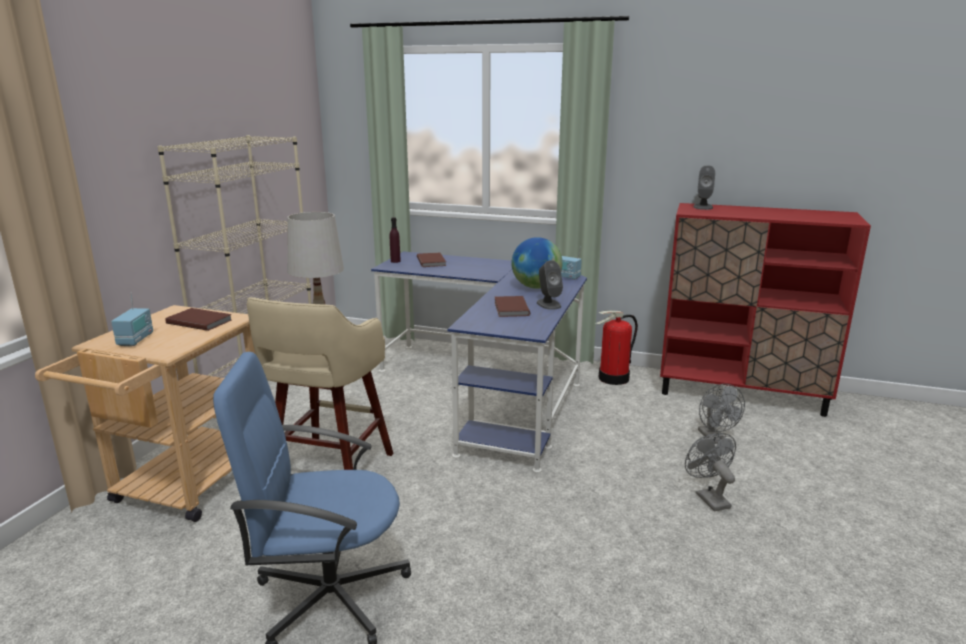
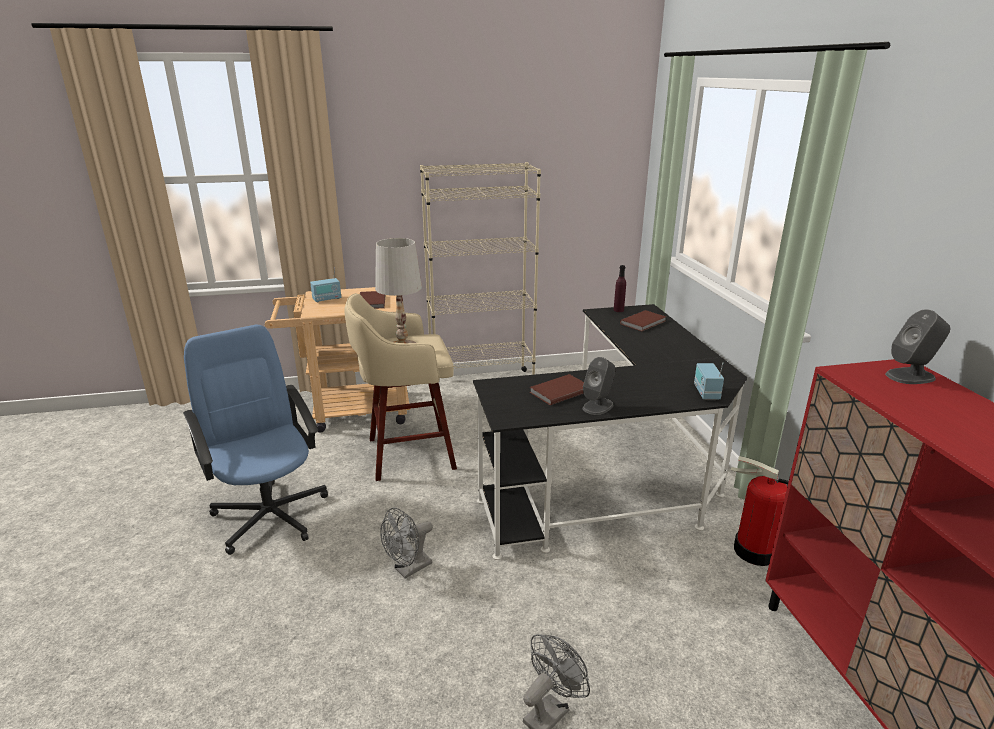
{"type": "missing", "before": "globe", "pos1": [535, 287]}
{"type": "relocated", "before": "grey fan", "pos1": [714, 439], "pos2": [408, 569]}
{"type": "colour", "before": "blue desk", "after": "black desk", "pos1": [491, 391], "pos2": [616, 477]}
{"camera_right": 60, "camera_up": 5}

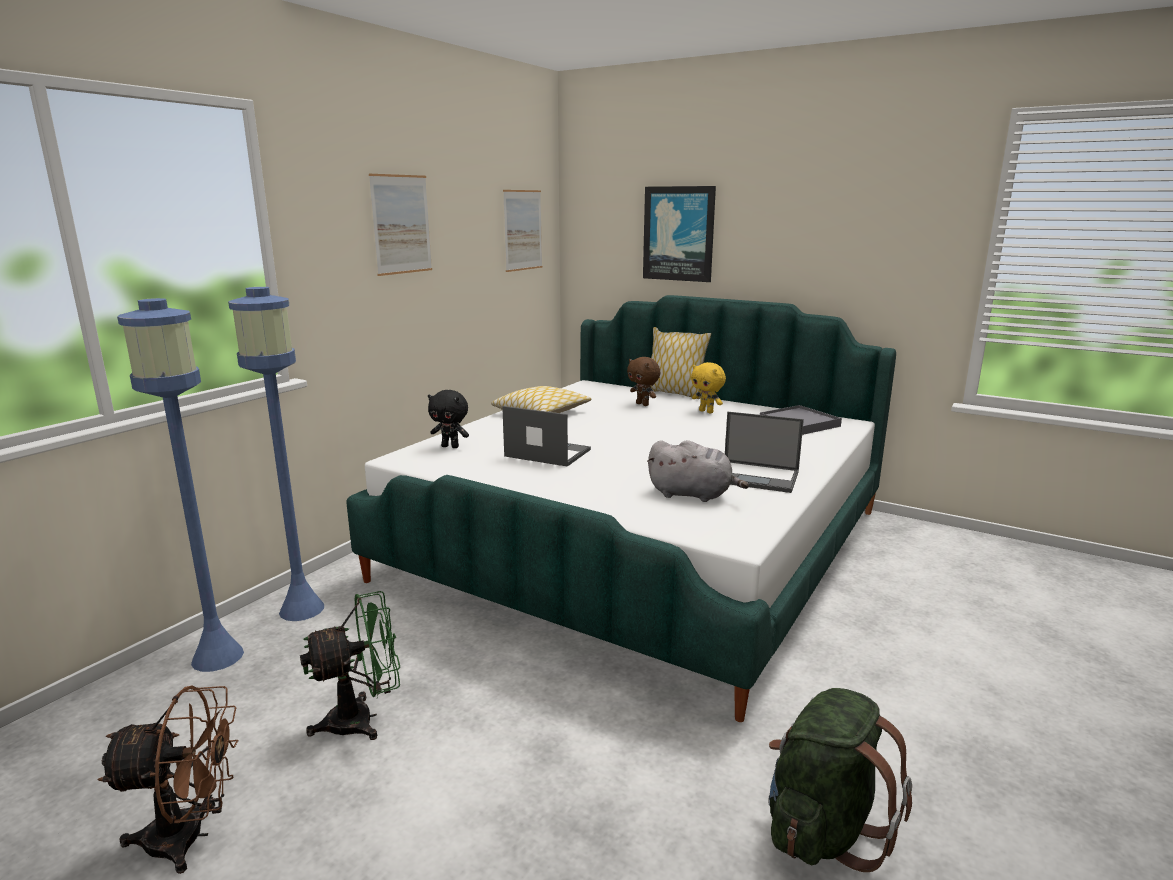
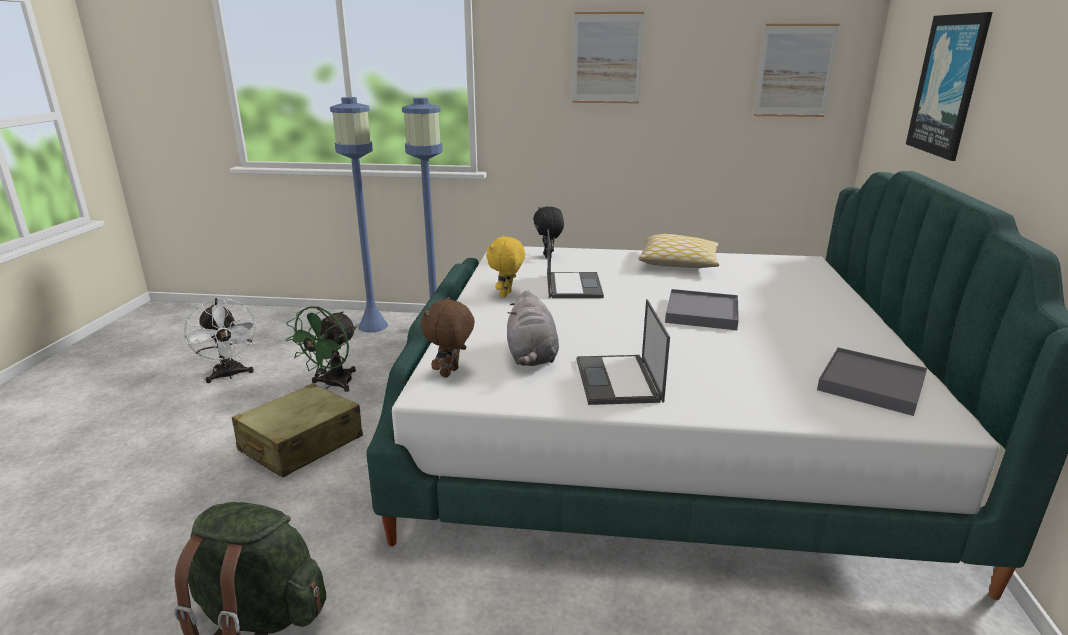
{"type": "missing", "before": "pillow", "pos1": [674, 393]}
{"type": "appeared", "after": "beige suitcase", "pos2": [301, 444]}
{"type": "appeared", "after": "grey tray", "pos2": [702, 313]}
{"type": "relocated", "before": "brown plush toy", "pos1": [643, 404], "pos2": [450, 373]}
{"type": "relocated", "before": "yellow plush toy", "pos1": [706, 411], "pos2": [506, 294]}
{"type": "colour", "before": "brown fan", "after": "white fan", "pos1": [190, 837], "pos2": [229, 375]}
{"type": "spun", "before": "green fan", "pos1": [362, 719], "pos2": [332, 385], "turn": 75}
{"camera_right": 65, "camera_up": 5}

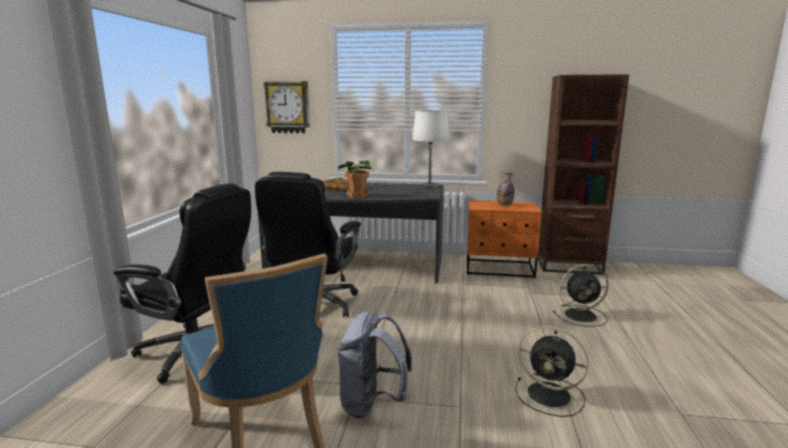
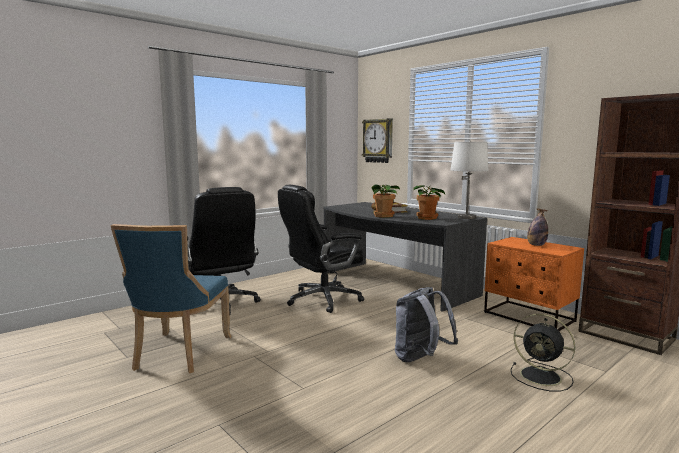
{"type": "missing", "before": "black fan", "pos1": [551, 395]}
{"type": "appeared", "after": "potted plant", "pos2": [428, 218]}
{"type": "relocated", "before": "grey backpack", "pos1": [372, 404], "pos2": [420, 359]}
{"camera_right": 40, "camera_up": -5}

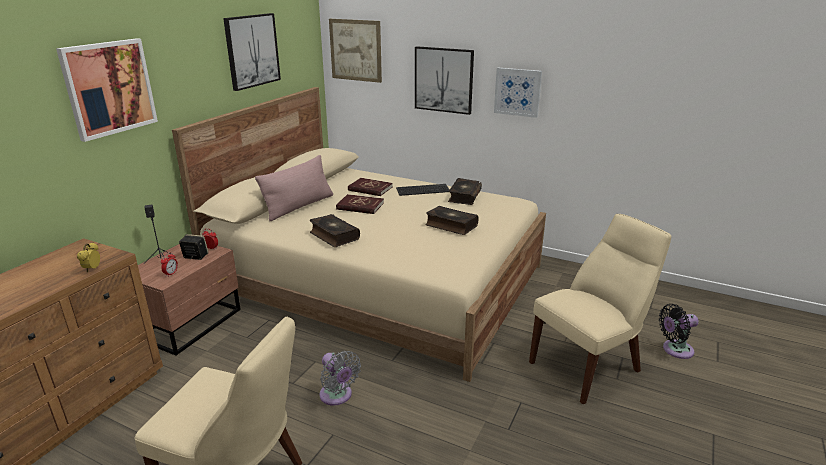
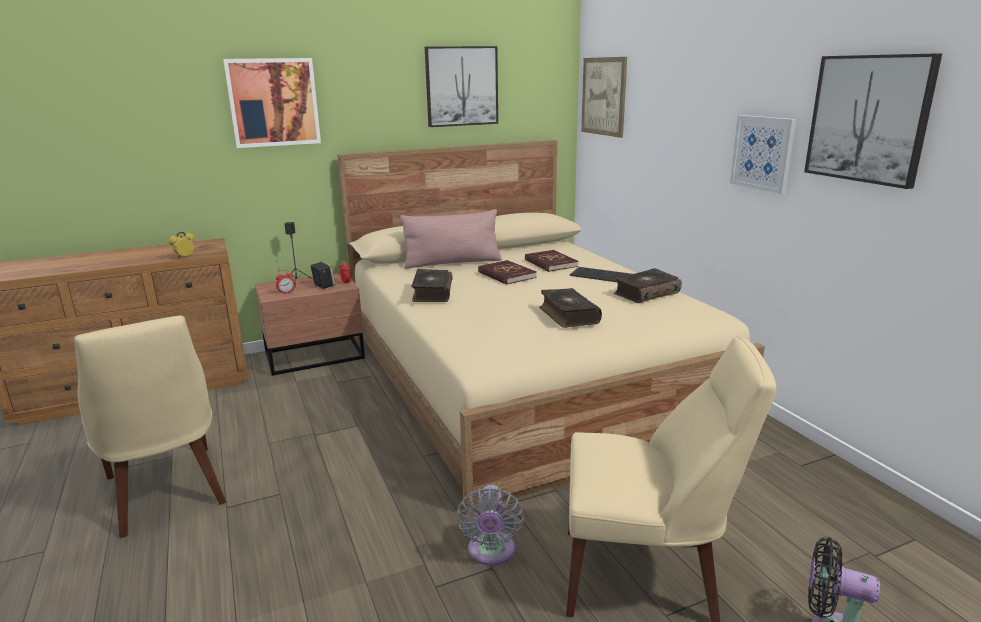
{"type": "relocated", "before": "grey fan", "pos1": [337, 396], "pos2": [491, 552]}
{"type": "relocated", "before": "picture", "pos1": [444, 80], "pos2": [868, 119]}
{"camera_right": 40, "camera_up": -5}

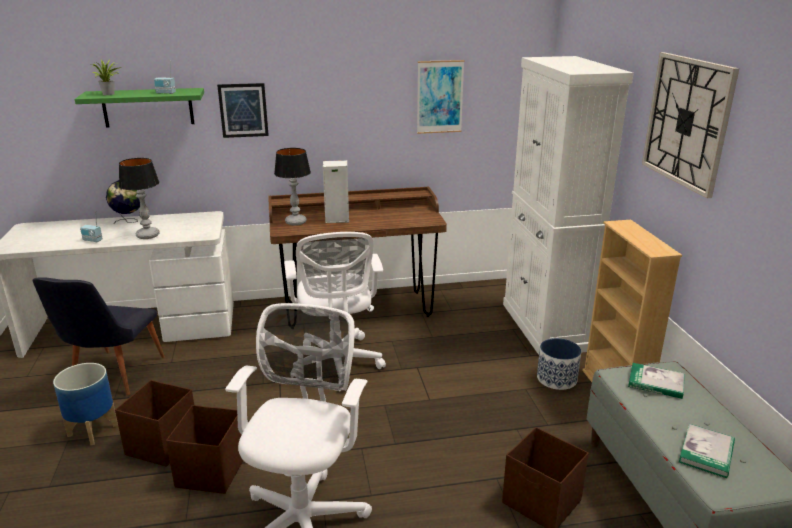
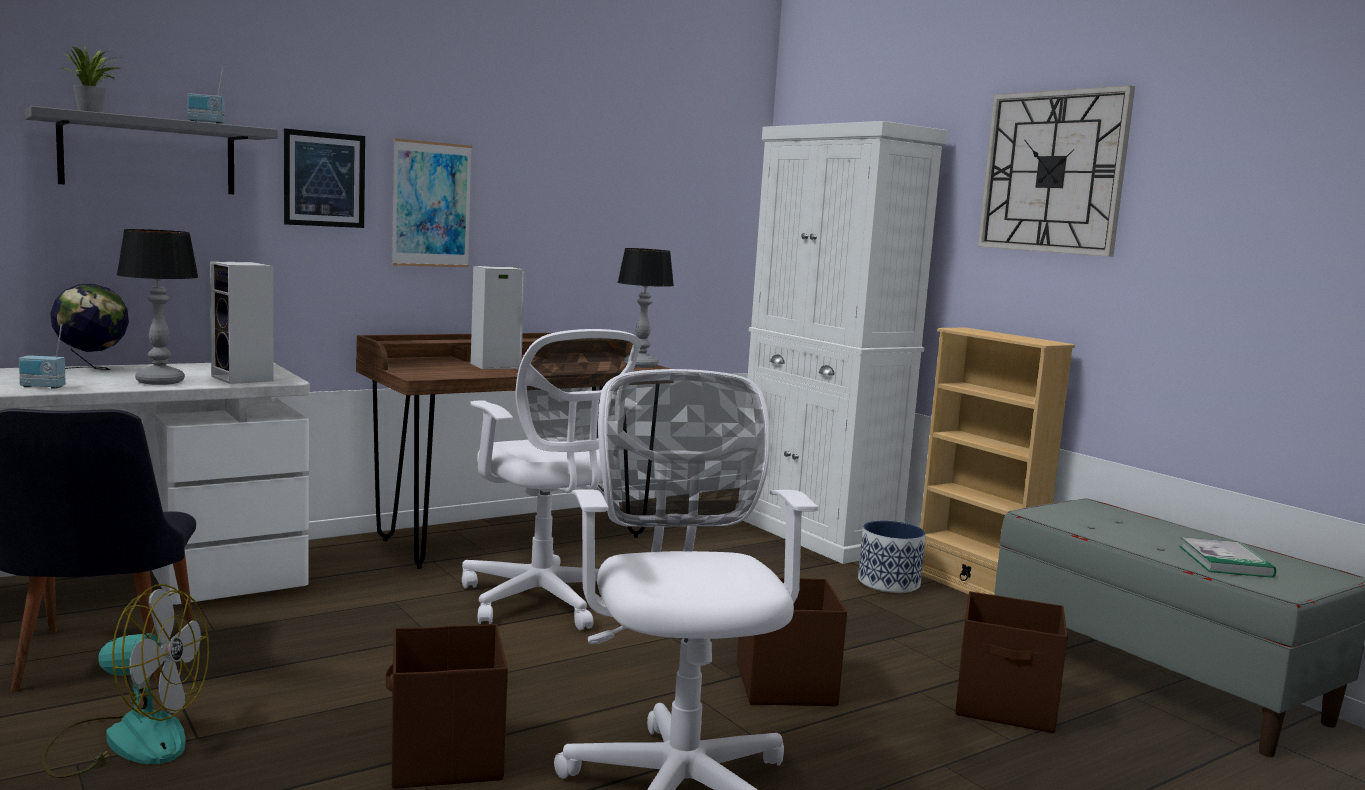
{"type": "missing", "before": "book", "pos1": [656, 383]}
{"type": "appeared", "after": "speaker", "pos2": [244, 379]}
{"type": "relocated", "before": "brown storage box", "pos1": [161, 445], "pos2": [784, 686]}
{"type": "relocated", "before": "table lamp", "pos1": [296, 222], "pos2": [641, 365]}
{"type": "relocated", "before": "picture", "pos1": [440, 97], "pos2": [431, 204]}
{"type": "exchanged", "before": "planter", "after": "fan", "pos1": [93, 430], "pos2": [126, 740]}
{"type": "colour", "before": "green shelf", "after": "grey shelf", "pos1": [148, 107], "pos2": [148, 155]}
{"camera_right": -25, "camera_up": -15}

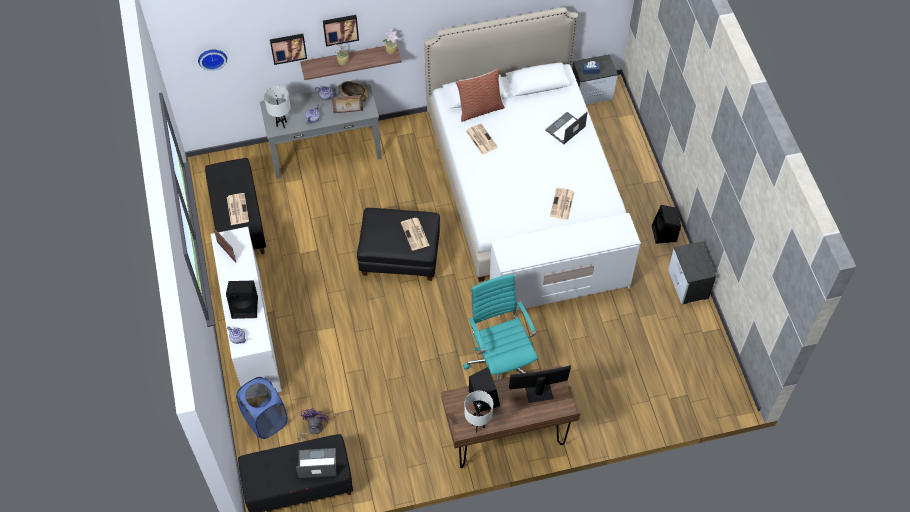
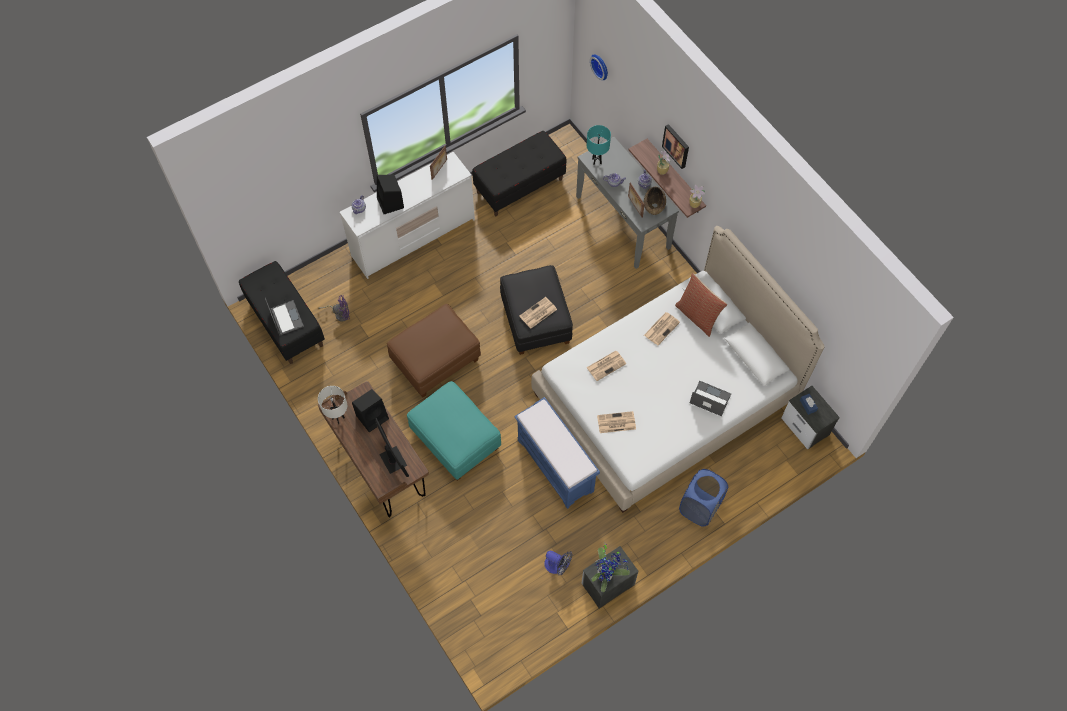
{"type": "missing", "before": "picture", "pos1": [288, 47]}
{"type": "missing", "before": "black speaker", "pos1": [664, 234]}
{"type": "appeared", "after": "brown ottoman", "pos2": [435, 360]}
{"type": "appeared", "after": "fan", "pos2": [557, 566]}
{"type": "appeared", "after": "potted plant", "pos2": [606, 575]}
{"type": "relocated", "before": "newspaper", "pos1": [237, 209], "pos2": [606, 365]}
{"type": "relocated", "before": "blue laundry basket", "pos1": [265, 420], "pos2": [700, 507]}
{"type": "exchanged", "before": "turquoise office chair", "after": "turquoise ottoman", "pos1": [501, 363], "pos2": [456, 440]}
{"type": "exchanged", "before": "white dresser", "after": "blue bench", "pos1": [560, 287], "pos2": [556, 466]}
{"type": "colour", "before": "white table lamp", "after": "turquoise table lamp", "pos1": [281, 124], "pos2": [596, 161]}
{"camera_right": 70, "camera_up": 5}

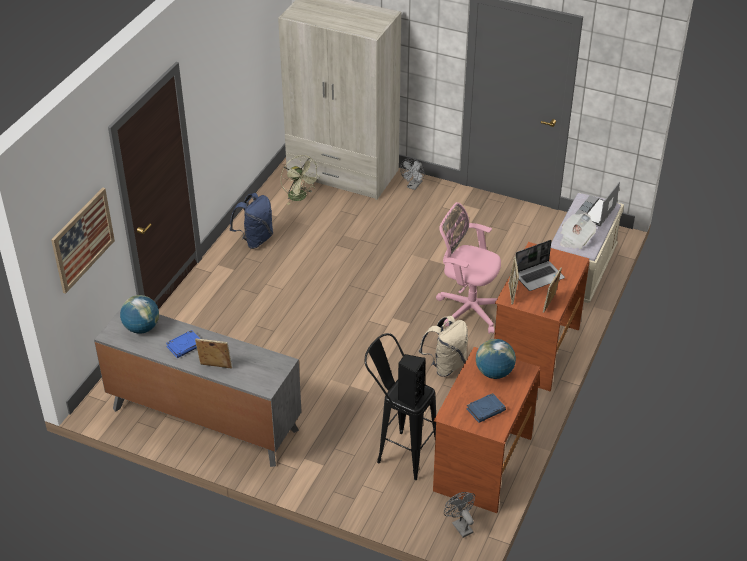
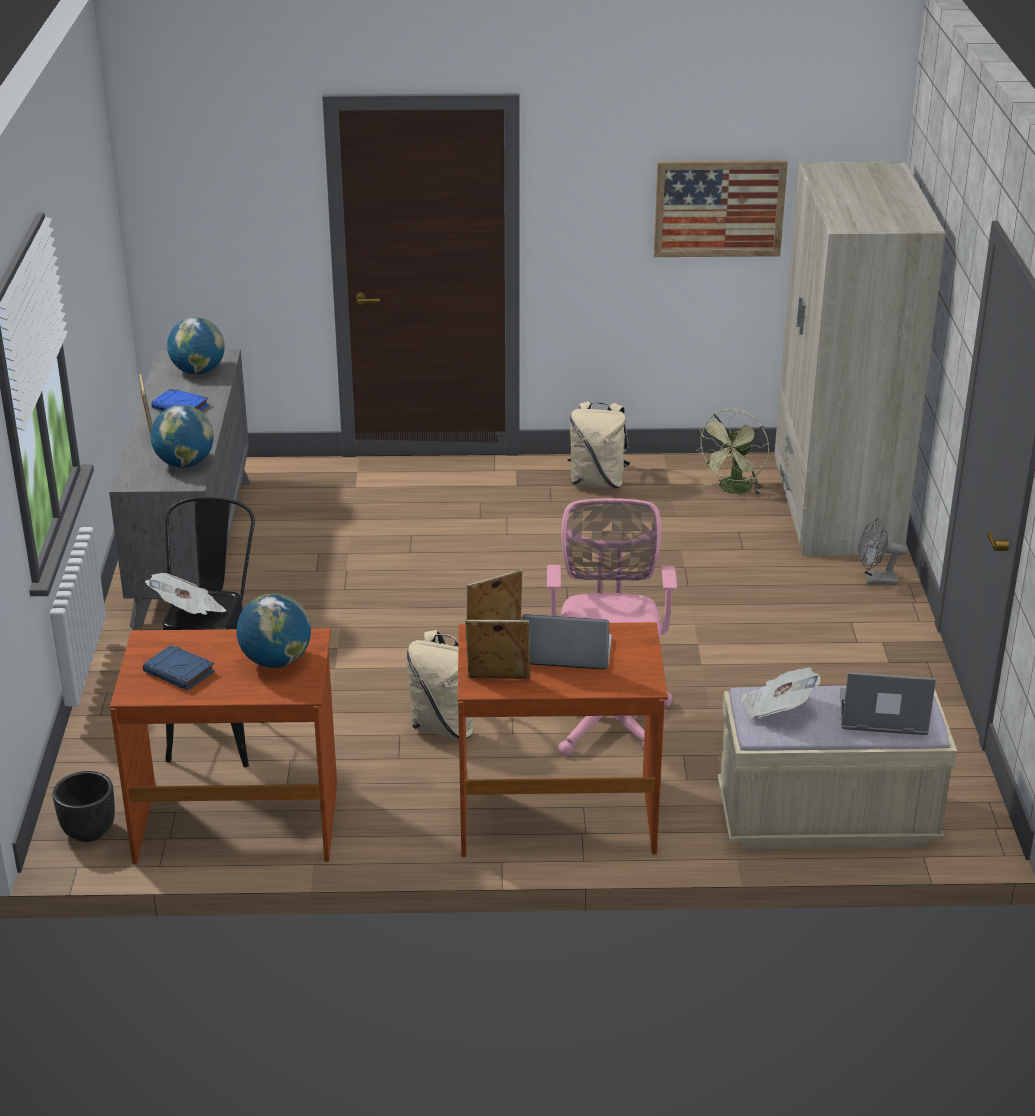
{"type": "appeared", "after": "globe", "pos2": [185, 463]}
{"type": "relocated", "before": "picture", "pos1": [83, 239], "pos2": [719, 208]}
{"type": "exchanged", "before": "black speaker", "after": "newspaper", "pos1": [410, 399], "pos2": [188, 611]}
{"type": "exchanged", "before": "grey fan", "after": "black planter", "pos1": [460, 525], "pos2": [88, 831]}
{"type": "colour", "before": "blue backpack", "after": "beige backpack", "pos1": [255, 239], "pos2": [597, 482]}
{"type": "spun", "before": "laptop", "pos1": [539, 276], "pos2": [566, 652], "turn": 150}
{"camera_right": 65, "camera_up": -10}

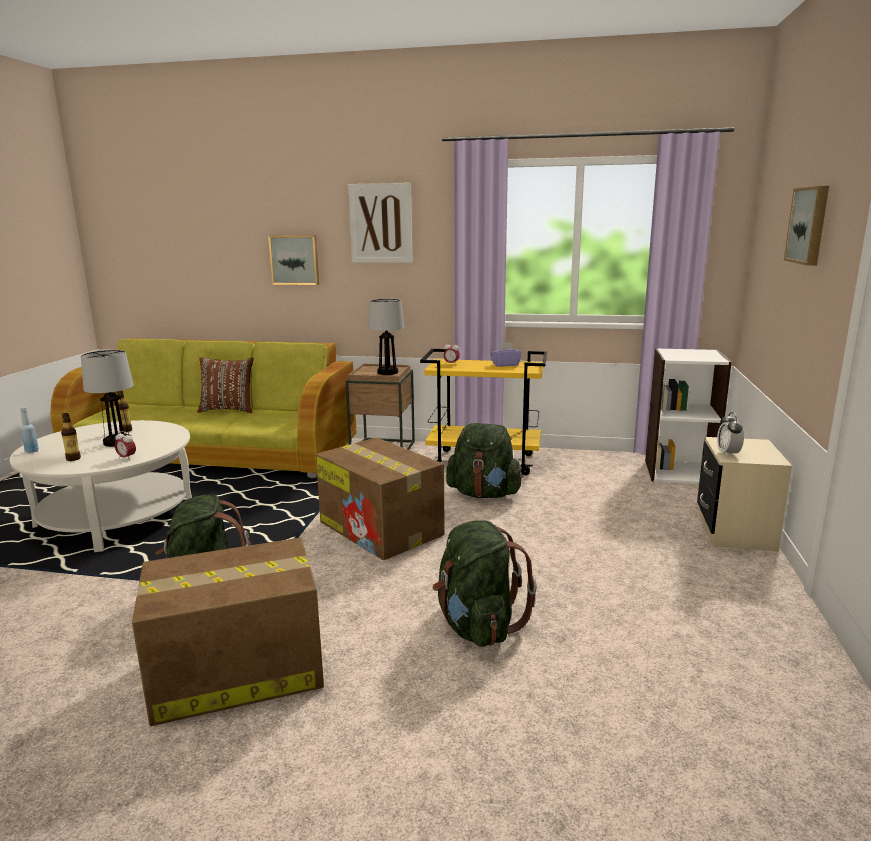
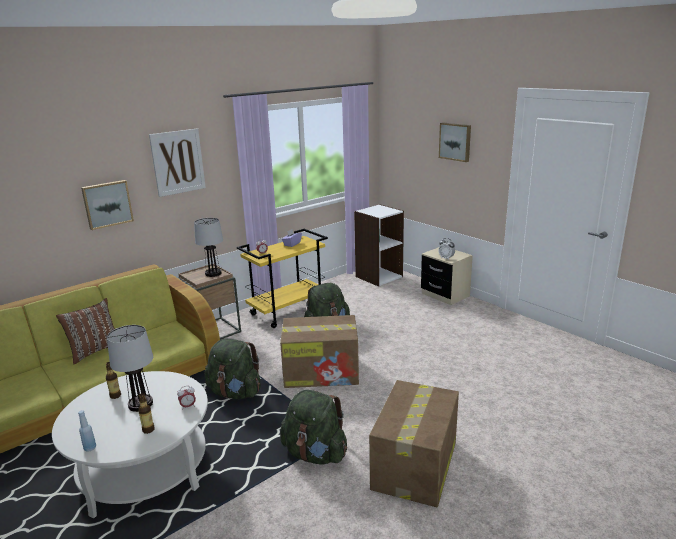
{"type": "relocated", "before": "green backpack", "pos1": [477, 626], "pos2": [235, 393]}
{"camera_right": -50, "camera_up": 5}

